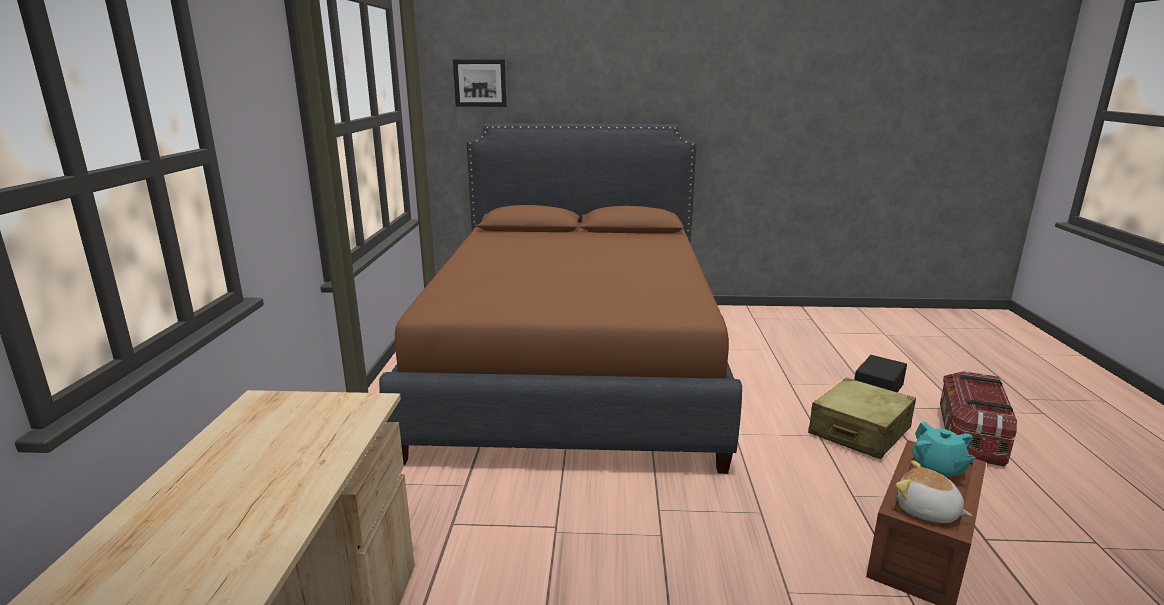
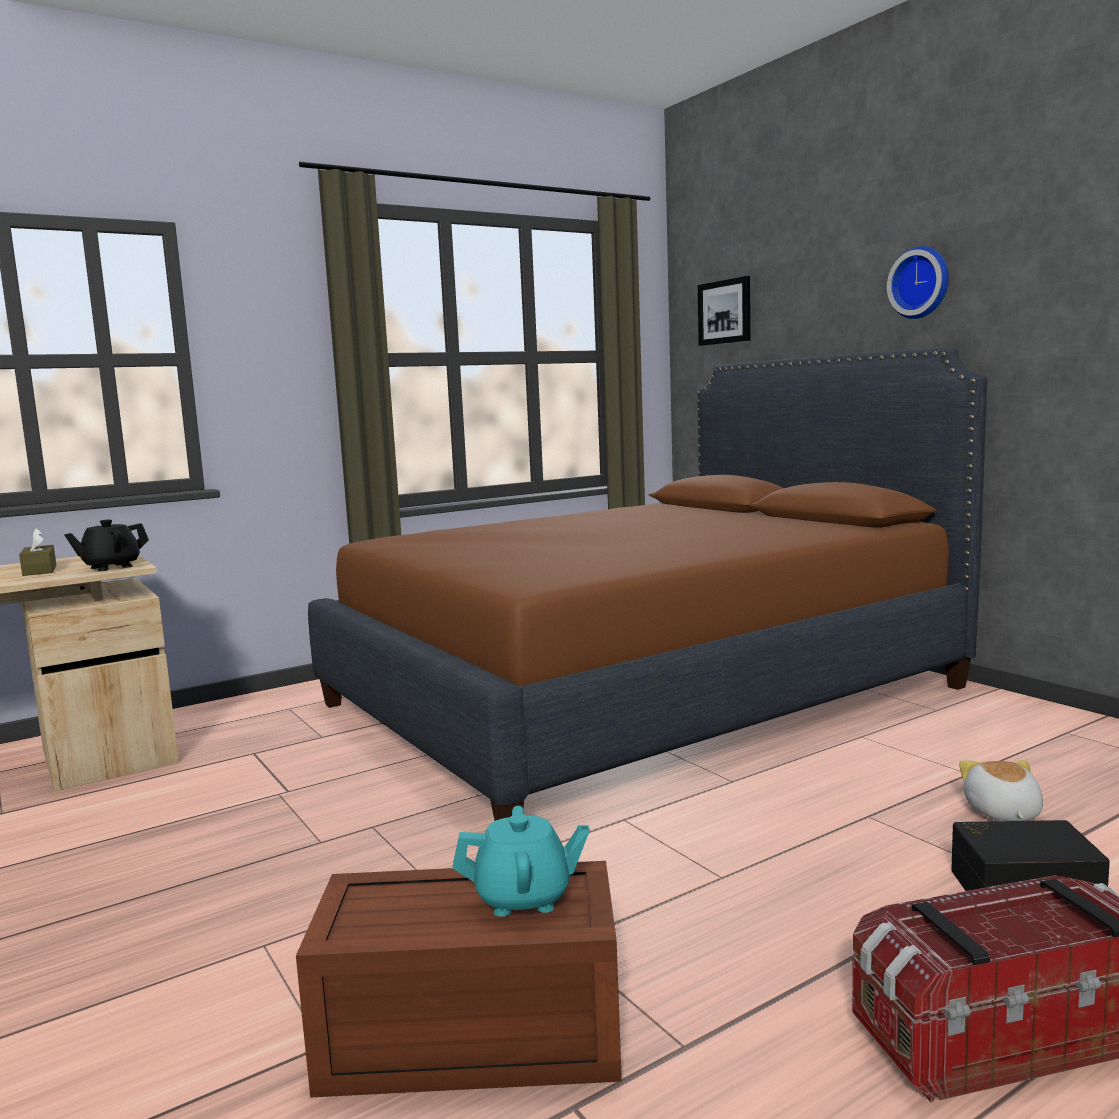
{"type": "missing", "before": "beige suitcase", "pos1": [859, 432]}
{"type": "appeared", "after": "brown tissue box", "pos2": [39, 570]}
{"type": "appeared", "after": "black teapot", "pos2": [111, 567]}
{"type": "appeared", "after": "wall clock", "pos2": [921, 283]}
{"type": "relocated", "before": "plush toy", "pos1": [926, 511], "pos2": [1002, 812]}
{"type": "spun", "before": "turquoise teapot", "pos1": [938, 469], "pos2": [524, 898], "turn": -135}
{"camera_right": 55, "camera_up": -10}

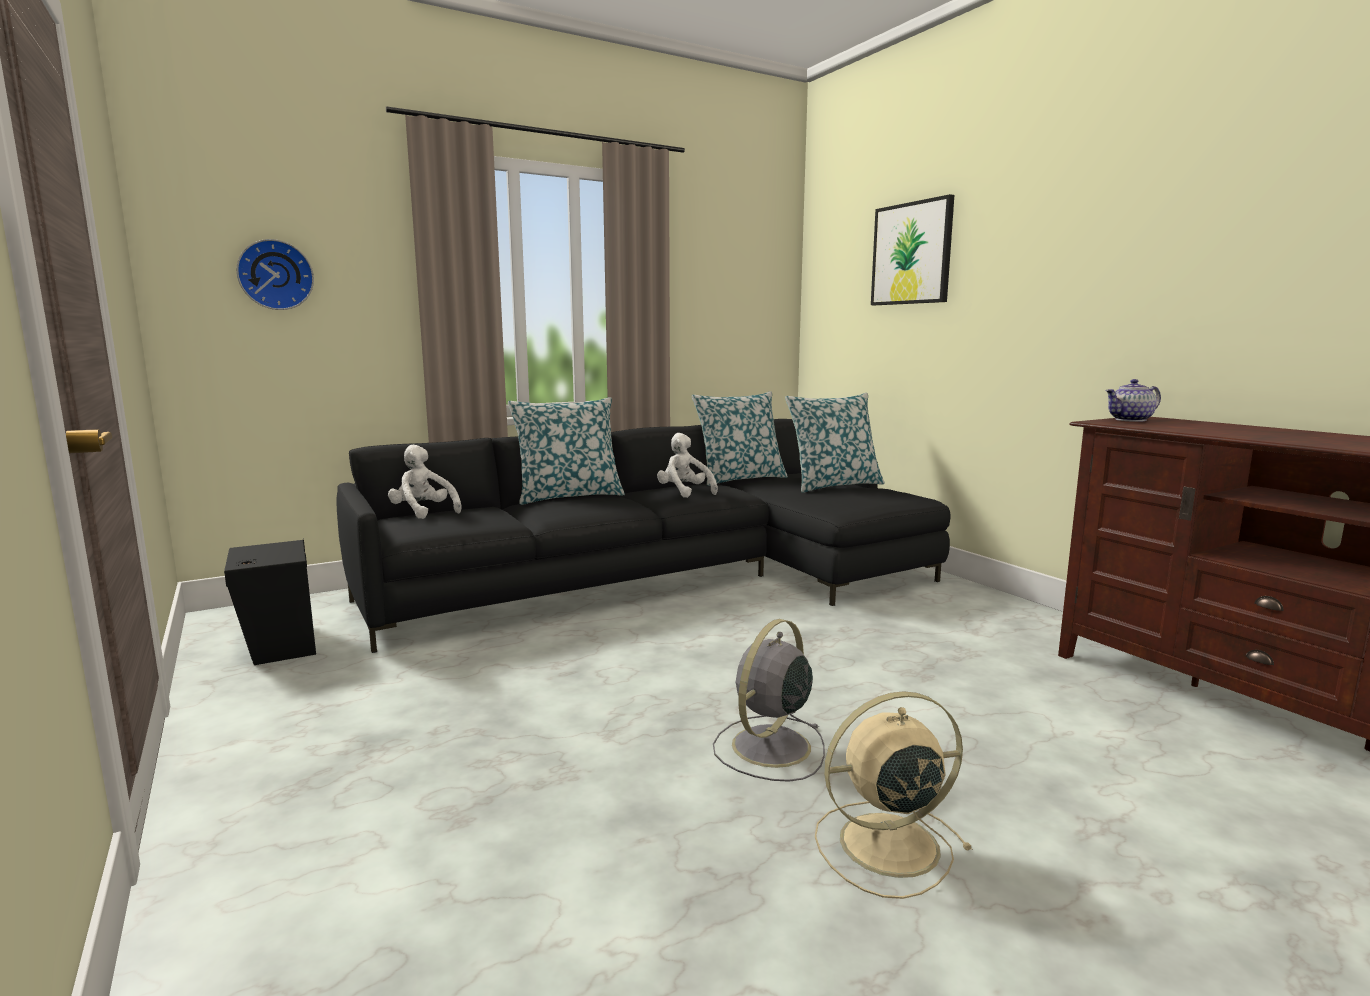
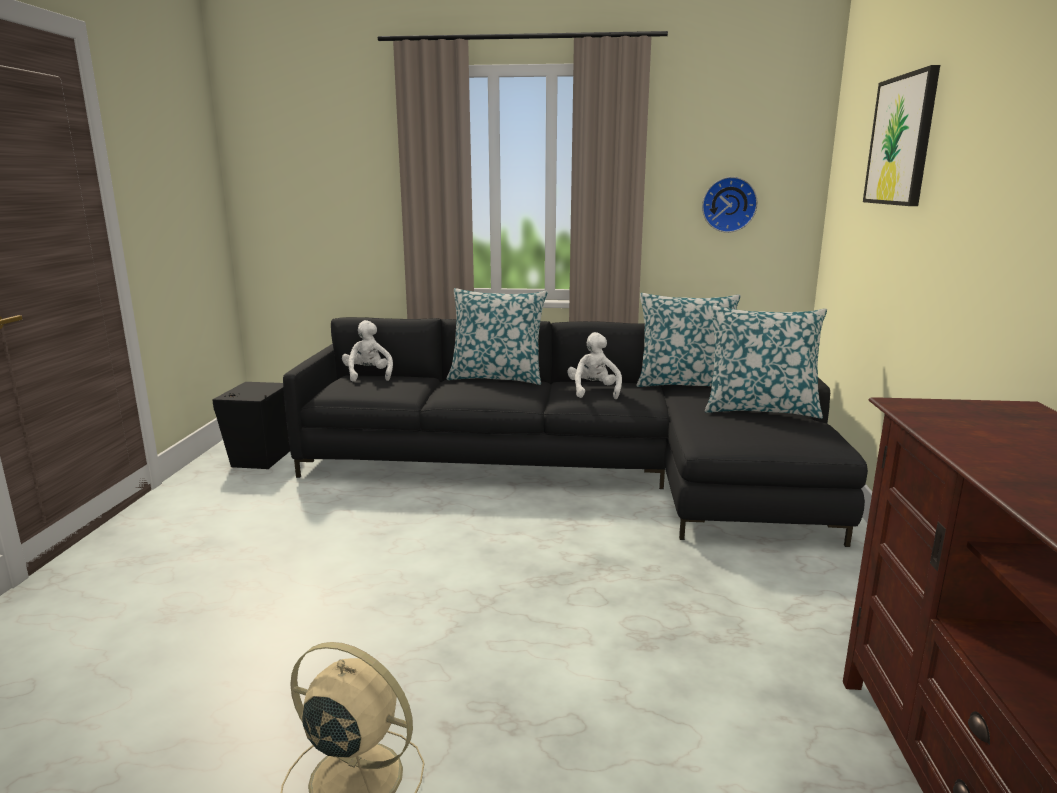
{"type": "missing", "before": "grey fan", "pos1": [769, 748]}
{"type": "missing", "before": "teapot", "pos1": [1130, 420]}
{"type": "relocated", "before": "wall clock", "pos1": [275, 275], "pos2": [728, 204]}
{"camera_right": 35, "camera_up": 5}

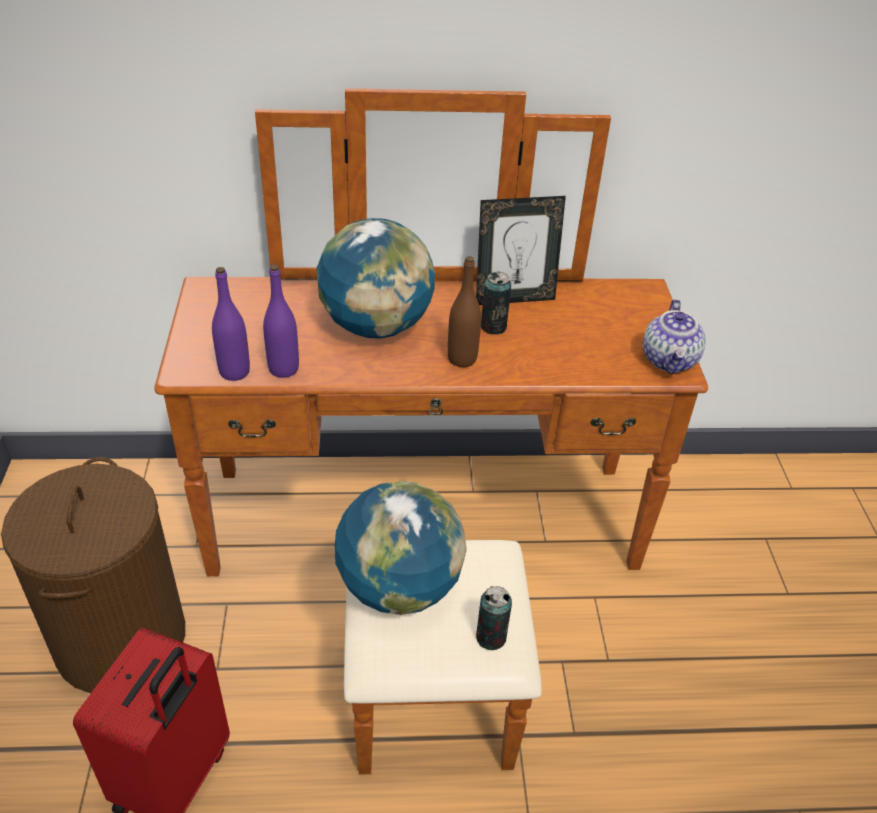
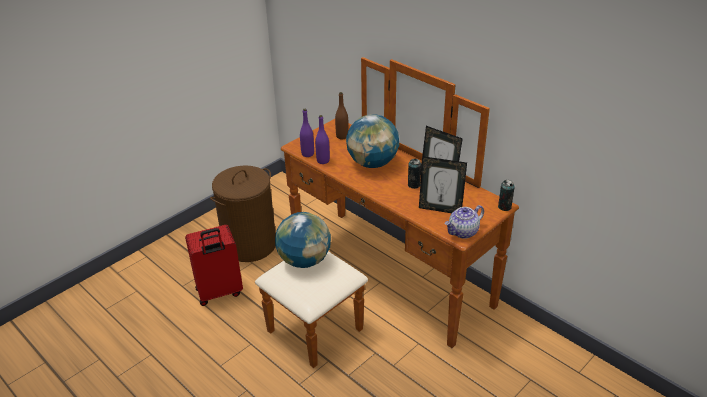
{"type": "appeared", "after": "picture frame", "pos2": [440, 209]}
{"type": "relocated", "before": "brown bottle", "pos1": [462, 359], "pos2": [342, 136]}
{"type": "relocated", "before": "can", "pos1": [491, 637], "pos2": [504, 207]}
{"camera_right": 50, "camera_up": -5}

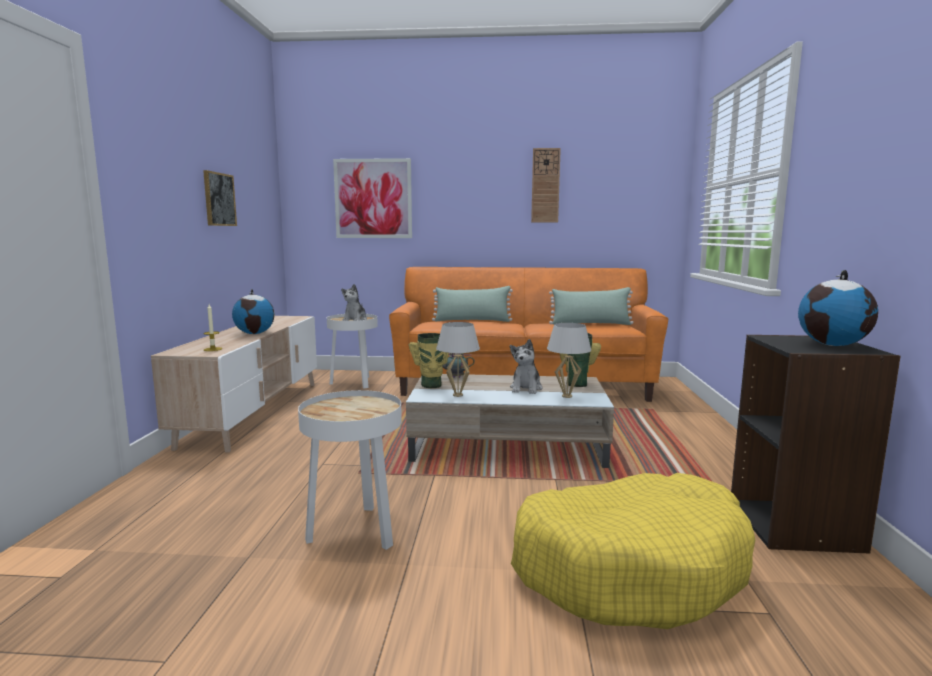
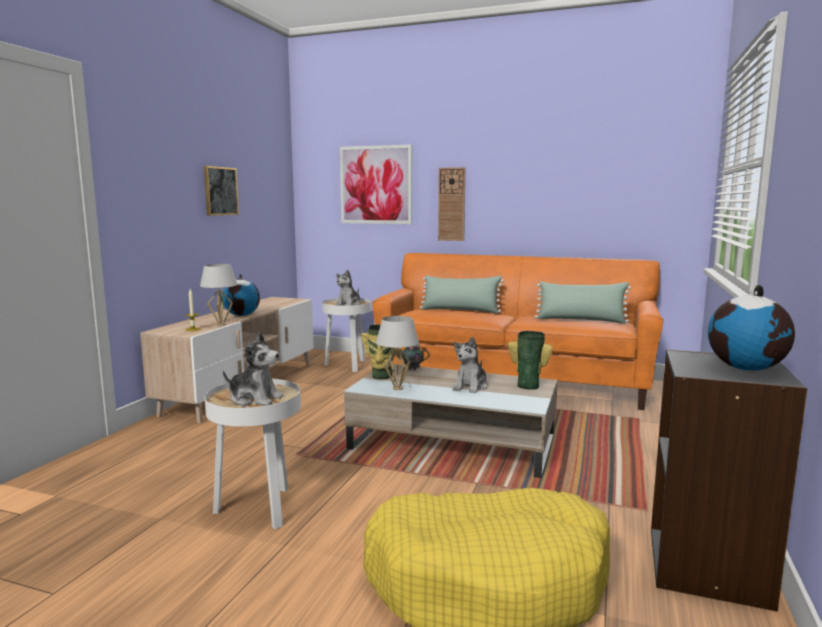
{"type": "appeared", "after": "plush toy", "pos2": [255, 399]}
{"type": "relocated", "before": "wall clock", "pos1": [545, 185], "pos2": [451, 204]}
{"type": "relocated", "before": "white table lamp", "pos1": [567, 396], "pos2": [221, 324]}
{"camera_right": 15, "camera_up": 0}

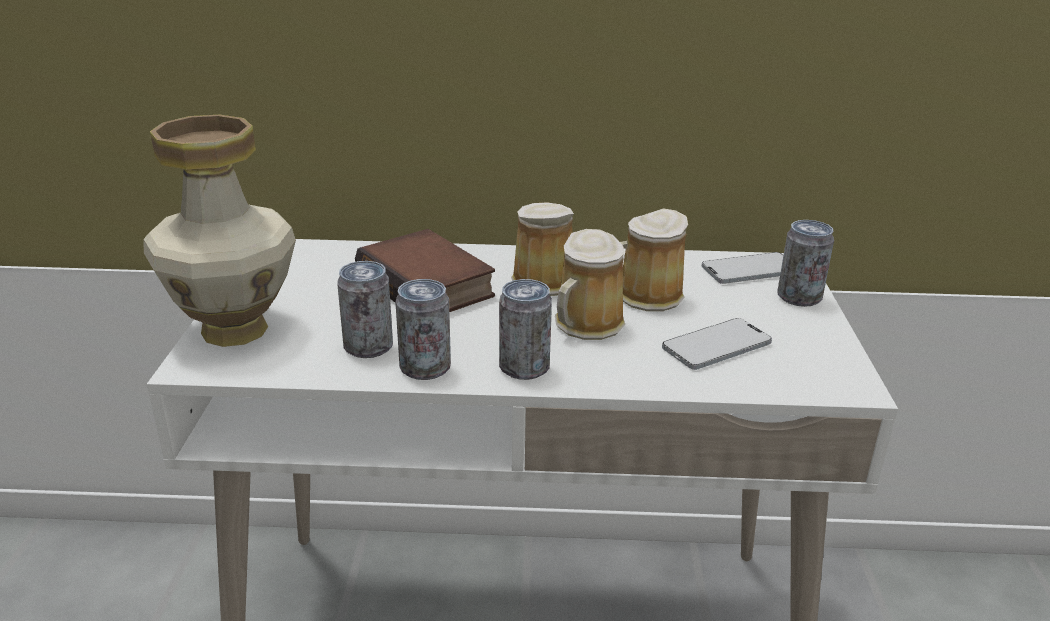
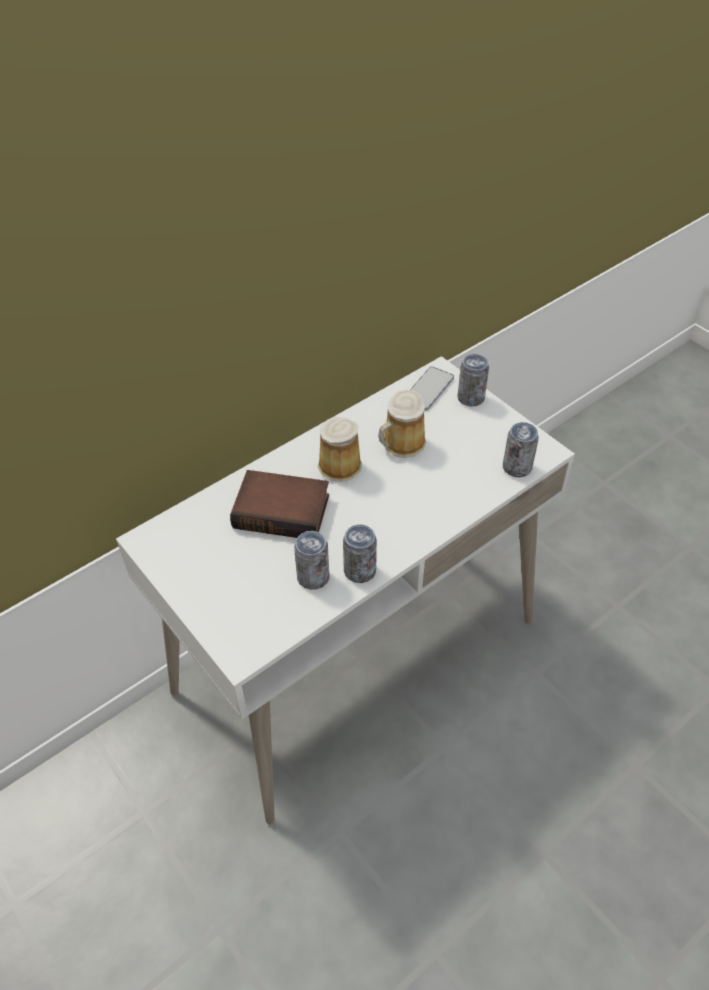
{"type": "missing", "before": "vase", "pos1": [233, 329]}
{"type": "missing", "before": "mug", "pos1": [586, 325]}
{"type": "missing", "before": "phone", "pos1": [716, 346]}
{"type": "relocated", "before": "can", "pos1": [524, 367], "pos2": [517, 468]}
{"camera_right": -40, "camera_up": 20}

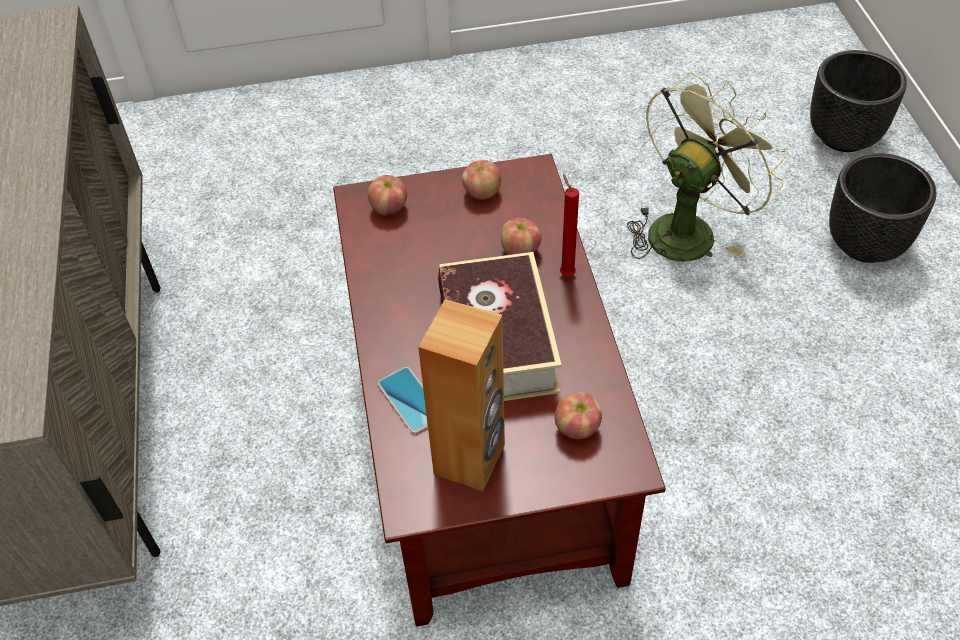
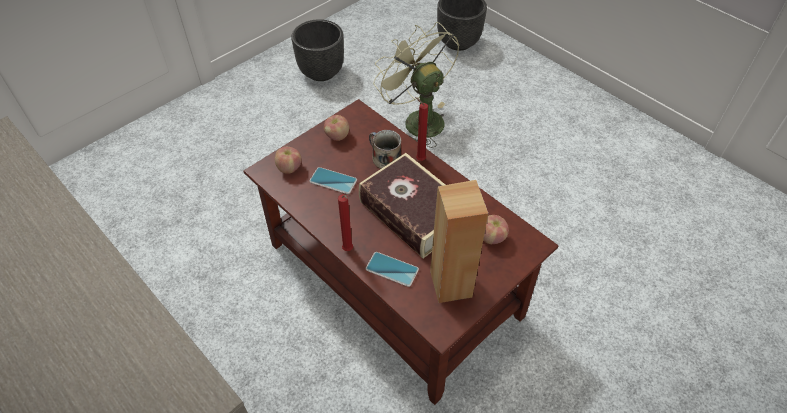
{"type": "appeared", "after": "phone", "pos2": [333, 181]}
{"type": "appeared", "after": "red candle", "pos2": [348, 250]}
{"type": "relocated", "before": "black planter", "pos1": [866, 245], "pos2": [322, 72]}
{"type": "exchanged", "before": "apple", "after": "mug", "pos1": [520, 251], "pos2": [385, 158]}
{"type": "spun", "before": "green fan", "pos1": [688, 228], "pos2": [417, 119], "turn": -45}
{"camera_right": -35, "camera_up": 0}

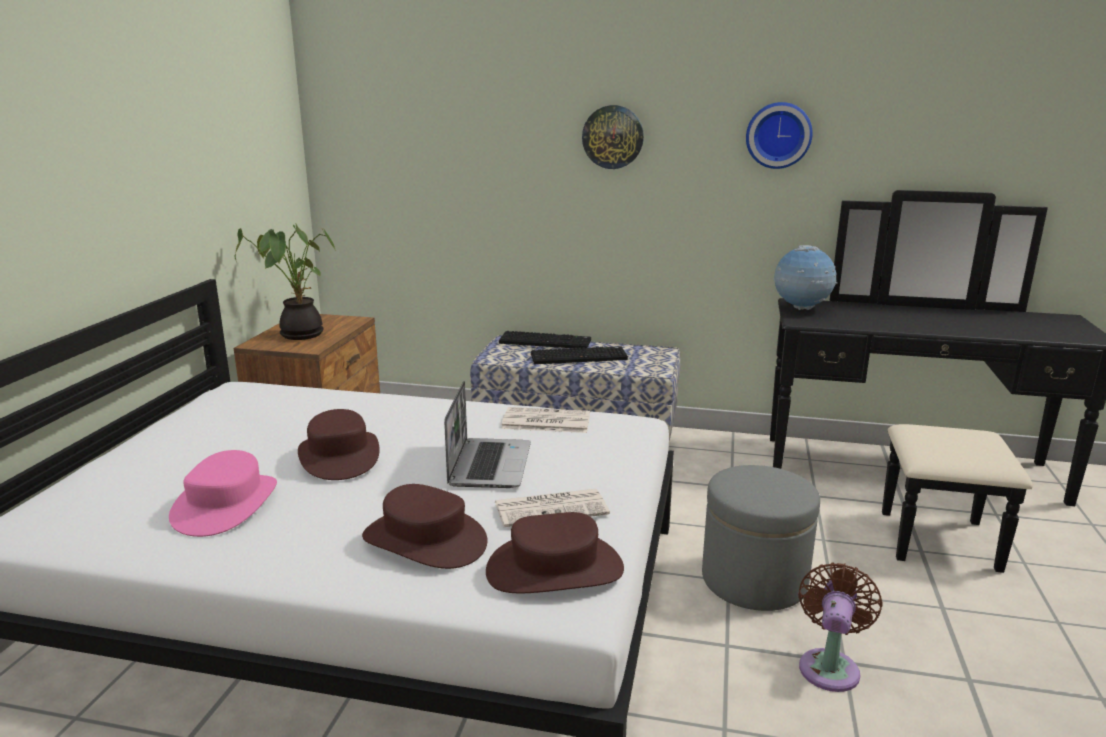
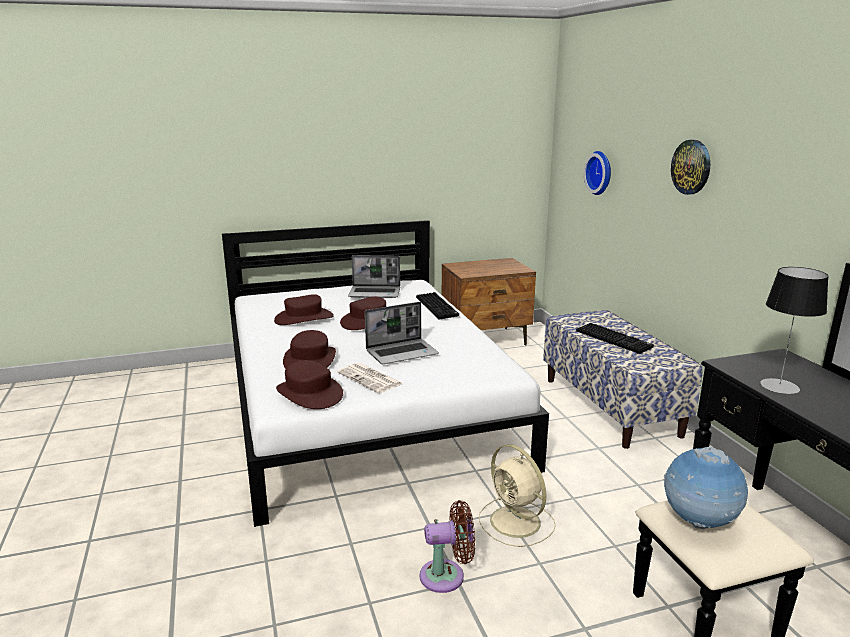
{"type": "missing", "before": "potted plant", "pos1": [298, 334]}
{"type": "missing", "before": "newspaper", "pos1": [545, 421]}
{"type": "appeared", "after": "laptop", "pos2": [375, 293]}
{"type": "appeared", "after": "table lamp", "pos2": [779, 386]}
{"type": "relocated", "before": "keyboard", "pos1": [546, 341], "pos2": [438, 307]}
{"type": "relocated", "before": "wall clock", "pos1": [778, 135], "pos2": [600, 172]}
{"type": "relocated", "before": "globe", "pos1": [801, 309], "pos2": [698, 523]}
{"type": "exchanged", "before": "grey ottoman", "after": "beige fan", "pos1": [754, 580], "pos2": [517, 523]}
{"type": "colour", "before": "pink hat", "after": "brown hat", "pos1": [226, 504], "pos2": [304, 318]}
{"camera_right": 60, "camera_up": 0}

